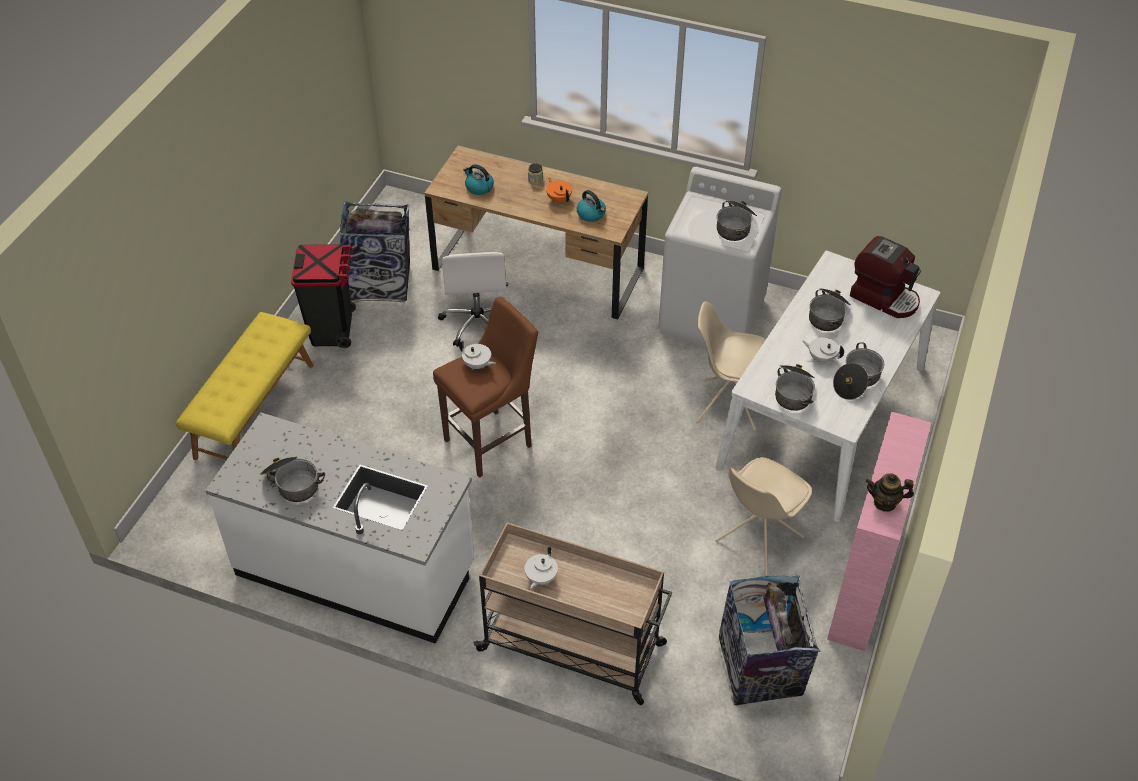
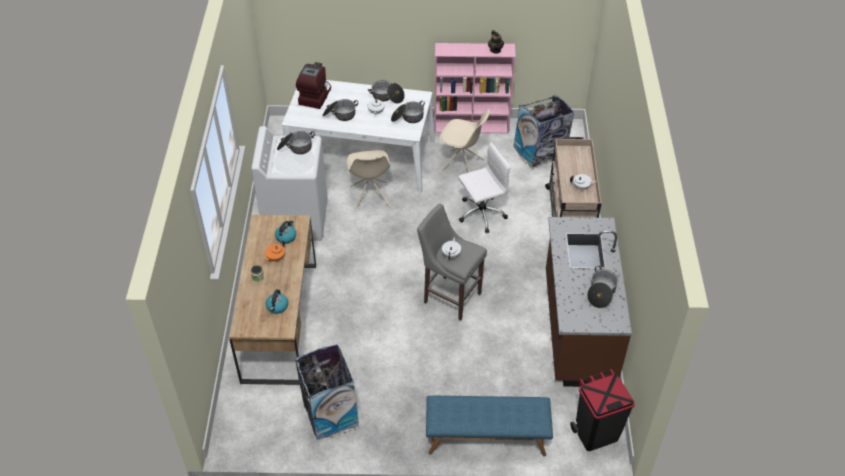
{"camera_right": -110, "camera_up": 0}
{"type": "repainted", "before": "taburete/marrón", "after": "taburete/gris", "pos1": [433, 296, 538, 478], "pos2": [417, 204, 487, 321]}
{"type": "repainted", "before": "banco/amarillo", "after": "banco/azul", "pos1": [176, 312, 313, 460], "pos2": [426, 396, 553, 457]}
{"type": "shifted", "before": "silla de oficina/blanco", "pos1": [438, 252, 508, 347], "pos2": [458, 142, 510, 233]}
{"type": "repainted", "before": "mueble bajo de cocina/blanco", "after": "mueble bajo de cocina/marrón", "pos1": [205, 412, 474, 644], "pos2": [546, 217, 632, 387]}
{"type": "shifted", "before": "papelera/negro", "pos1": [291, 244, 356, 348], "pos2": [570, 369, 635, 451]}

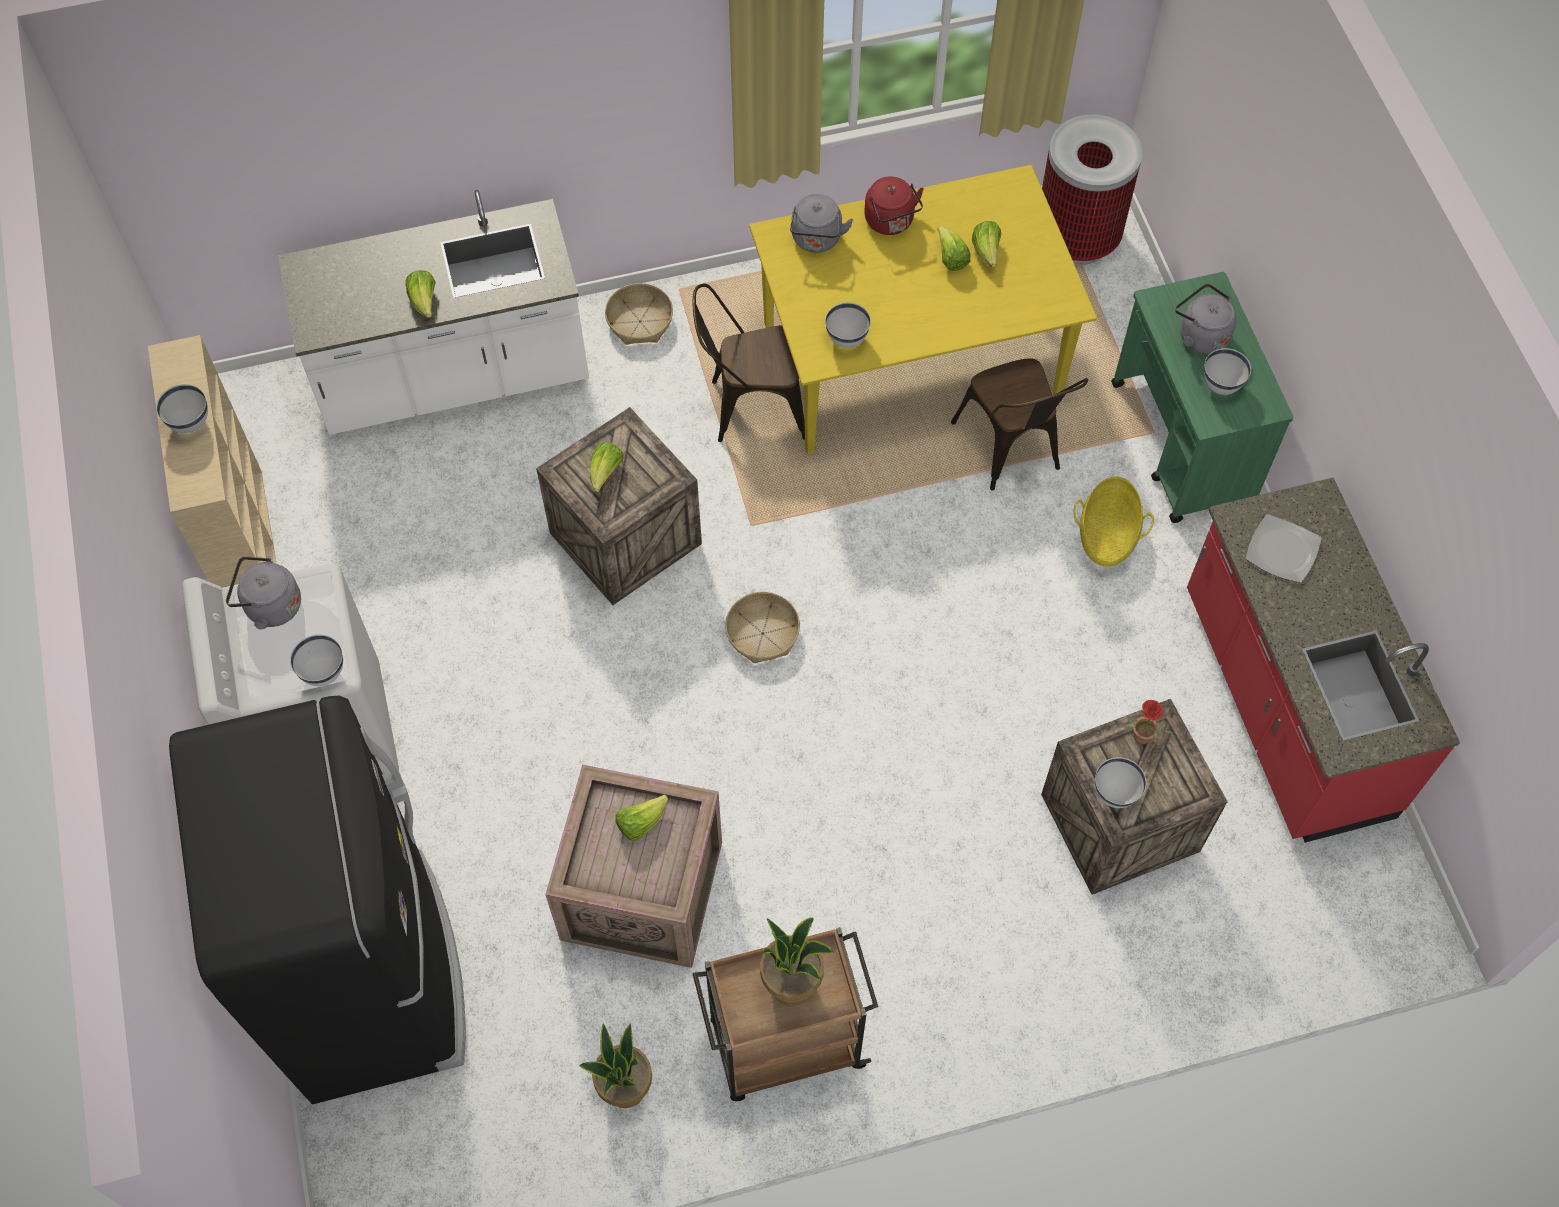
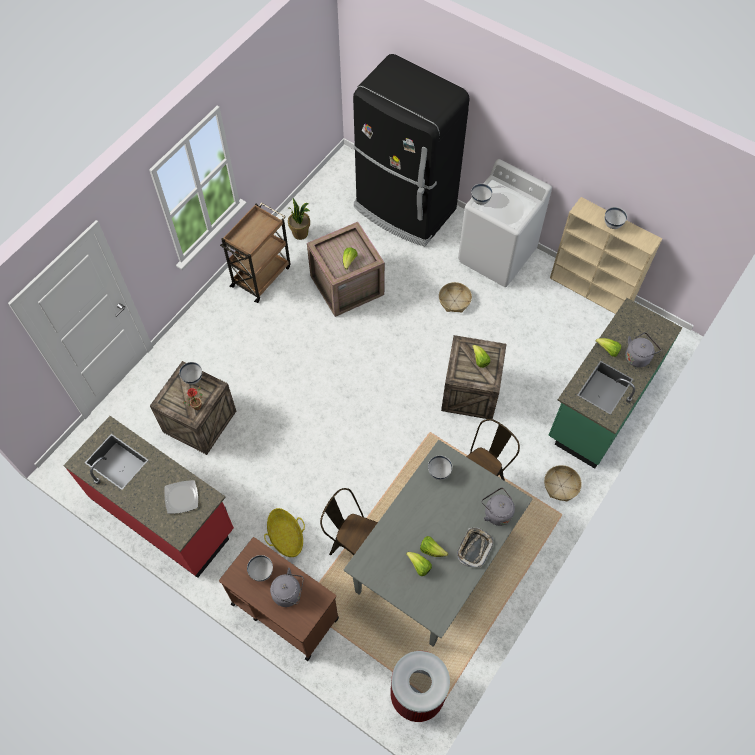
{"camera_right": 140, "camera_up": 0}
{"type": "repainted", "before": "carrito/verde", "after": "carrito/marrón", "pos1": [1111, 272, 1294, 523], "pos2": [219, 537, 339, 661]}
{"type": "repainted", "before": "mesa de comedor/amarillo", "after": "mesa de comedor/gris", "pos1": [749, 165, 1097, 454], "pos2": [344, 440, 532, 647]}
{"type": "shifted", "before": "cesta", "pos1": [725, 592, 800, 663], "pos2": [439, 282, 472, 313]}
{"type": "swapped", "before": "hervidor/rojo", "after": "bandeja", "pos1": [864, 177, 924, 235], "pos2": [457, 528, 493, 568]}
{"type": "repainted", "before": "mueble bajo de cocina/blanco", "after": "mueble bajo de cocina/verde", "pos1": [278, 190, 589, 435], "pos2": [549, 298, 682, 469]}
{"type": "shifted", "before": "hervidor/gris", "pos1": [226, 556, 301, 629], "pos2": [625, 332, 661, 367]}
{"type": "gone", "before": "planta en maceta", "pos1": [760, 918, 834, 1006]}

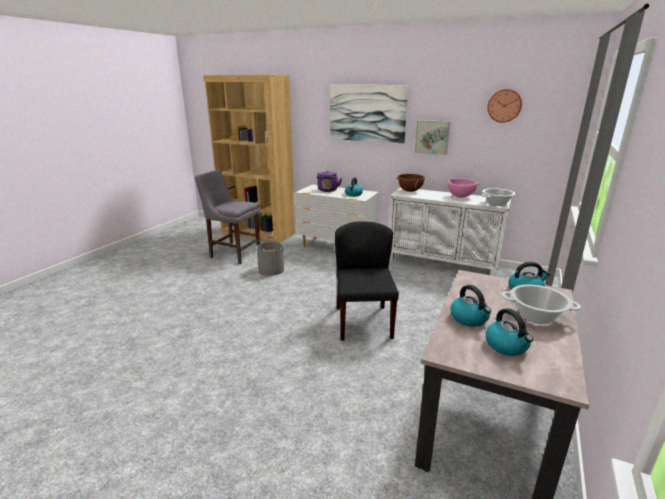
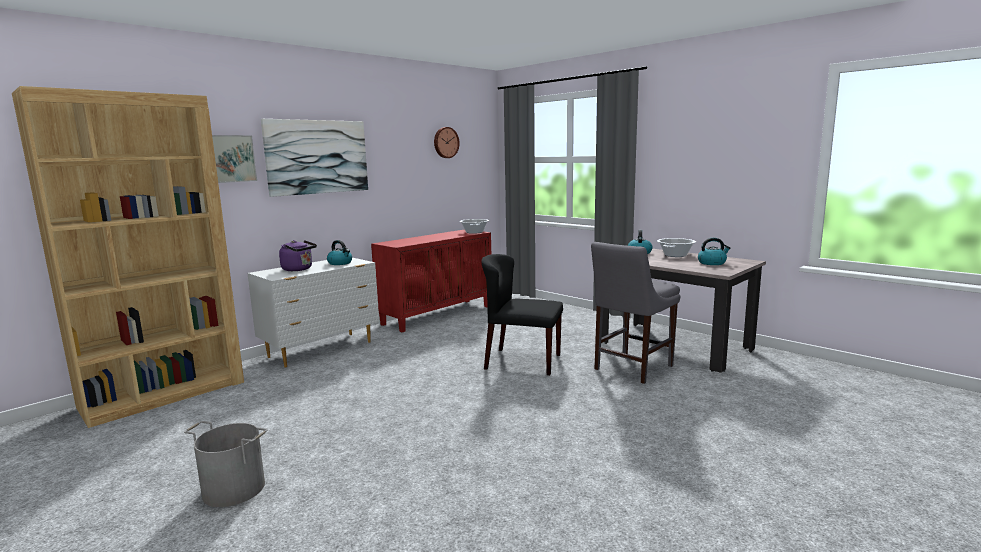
{"camera_right": -70, "camera_up": -10}
{"type": "shifted", "before": "cubo/gris", "pos1": [257, 237, 284, 276], "pos2": [184, 421, 267, 507]}
{"type": "shifted", "before": "cuadro", "pos1": [415, 120, 451, 155], "pos2": [212, 135, 257, 183]}
{"type": "repainted", "before": "armario/blanco", "after": "armario/rojo", "pos1": [388, 187, 511, 276], "pos2": [371, 229, 491, 332]}
{"type": "shifted", "before": "silla/gris", "pos1": [195, 170, 260, 264], "pos2": [591, 242, 680, 384]}
{"type": "gone", "before": "olla/marrón", "pos1": [395, 174, 427, 192]}
{"type": "gone", "before": "olla/rosa", "pos1": [445, 178, 481, 198]}
{"type": "gone", "before": "hervidor", "pos1": [451, 285, 491, 327]}

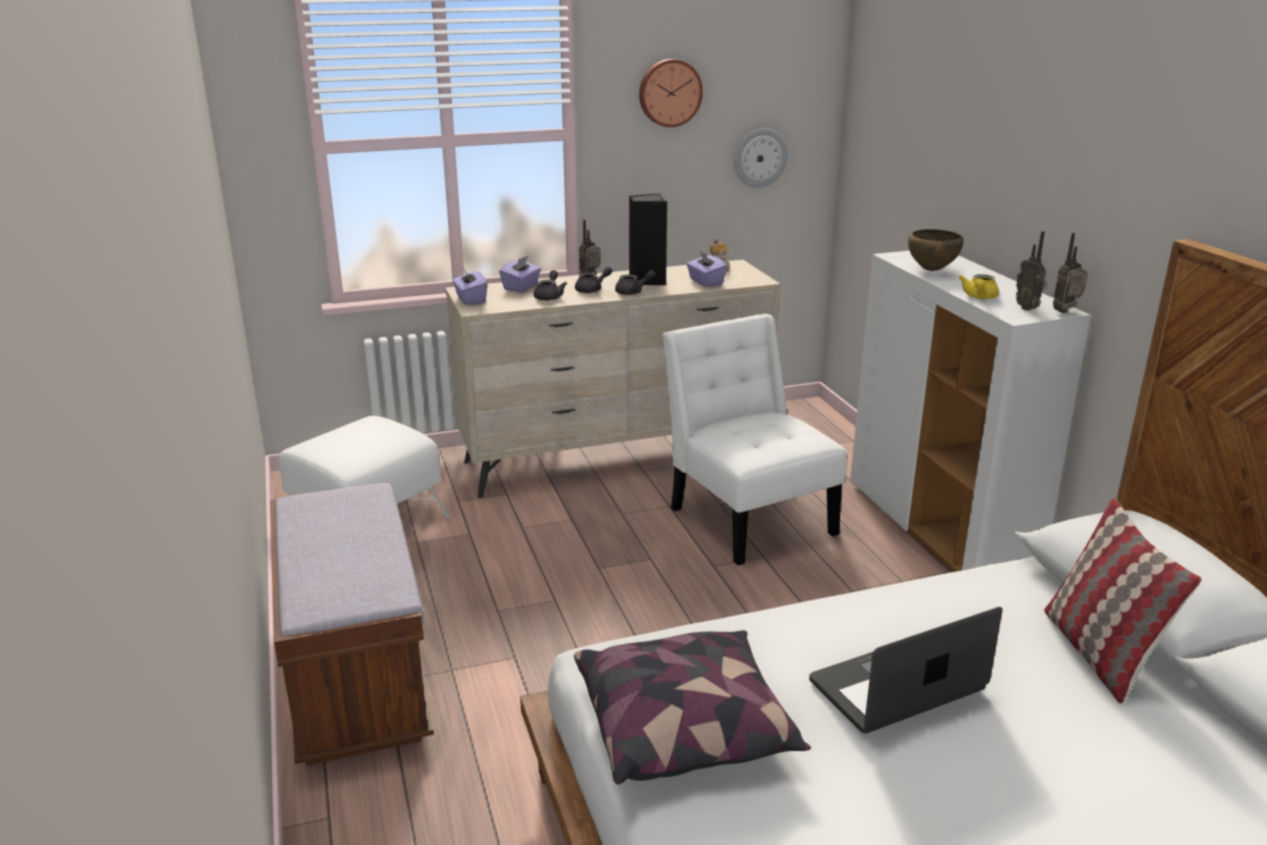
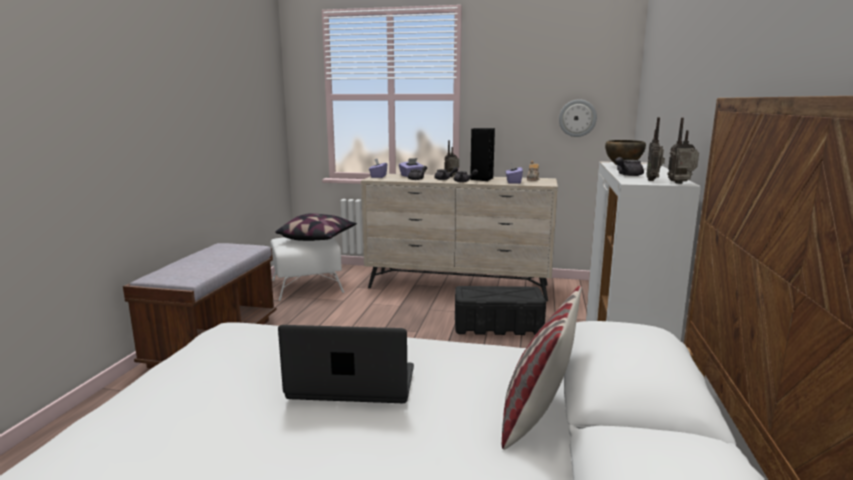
{"camera_right": 30, "camera_up": -10}
{"type": "shifted", "before": "cojín", "pos1": [574, 630, 811, 784], "pos2": [275, 213, 357, 241]}
{"type": "swapped", "before": "silla/blanco", "after": "caja de almacenaje/negro", "pos1": [662, 314, 847, 565], "pos2": [455, 286, 546, 335]}
{"type": "repainted", "before": "tetera/amarillo", "after": "tetera/gris", "pos1": [959, 274, 999, 299], "pos2": [615, 157, 644, 176]}
{"type": "gone", "before": "reloj de pared", "pos1": [639, 59, 703, 127]}

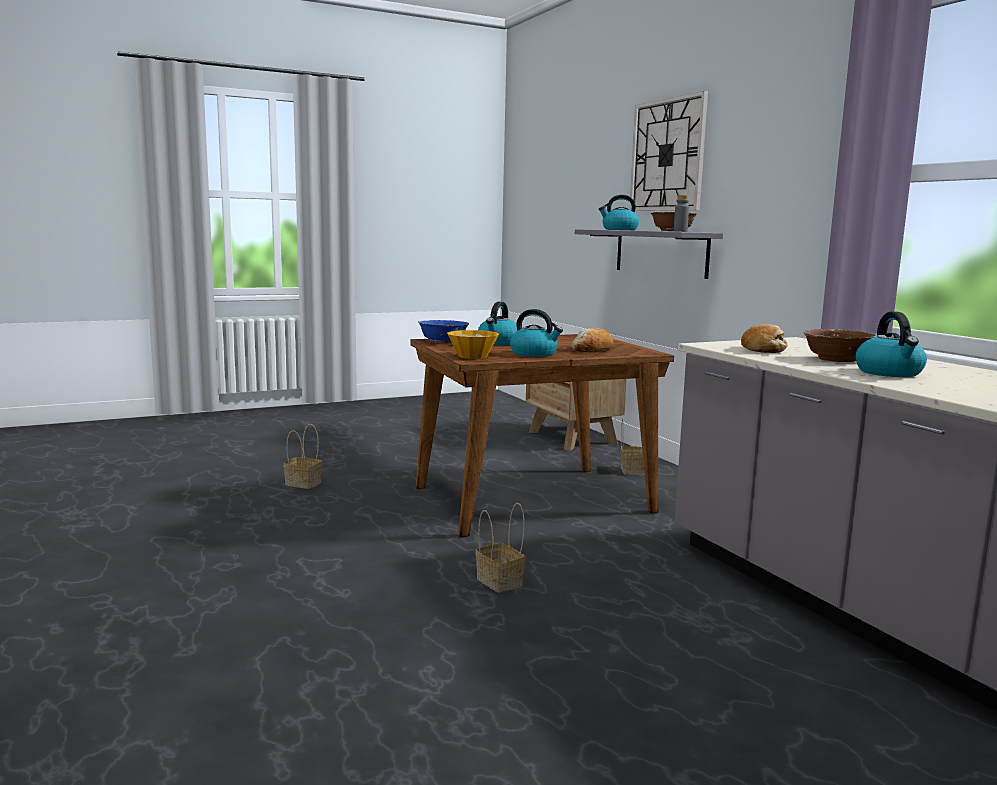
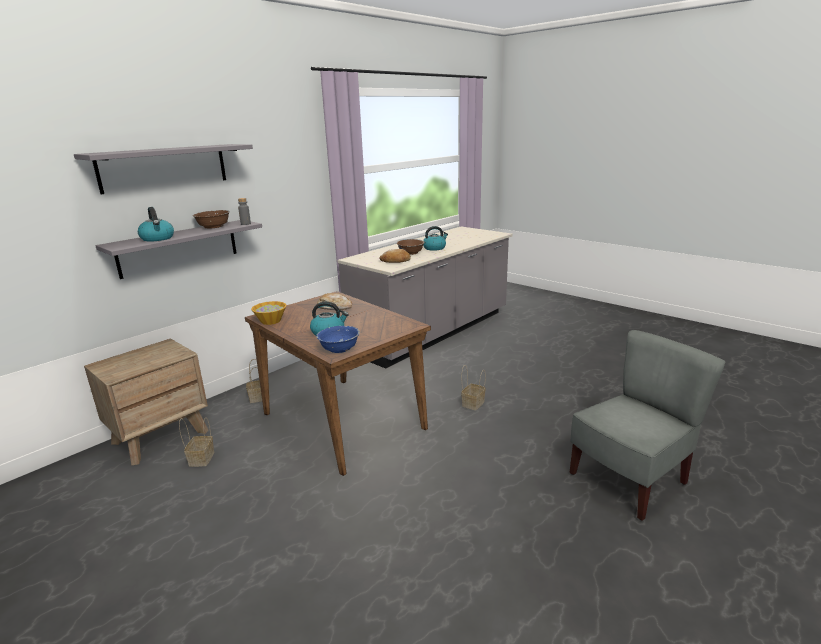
{"camera_right": -110, "camera_up": 10}
{"type": "swapped", "before": "reloj de pared", "after": "estante/gris", "pos1": [629, 91, 708, 211], "pos2": [74, 144, 253, 194]}
{"type": "shifted", "before": "cesta", "pos1": [283, 424, 322, 489], "pos2": [179, 418, 214, 467]}
{"type": "shifted", "before": "cuenco", "pos1": [447, 330, 499, 359], "pos2": [251, 301, 286, 325]}
{"type": "new", "after": "silla/gris", "pos2": [569, 330, 726, 520]}
{"type": "gone", "before": "hervidor", "pos1": [510, 309, 563, 357]}

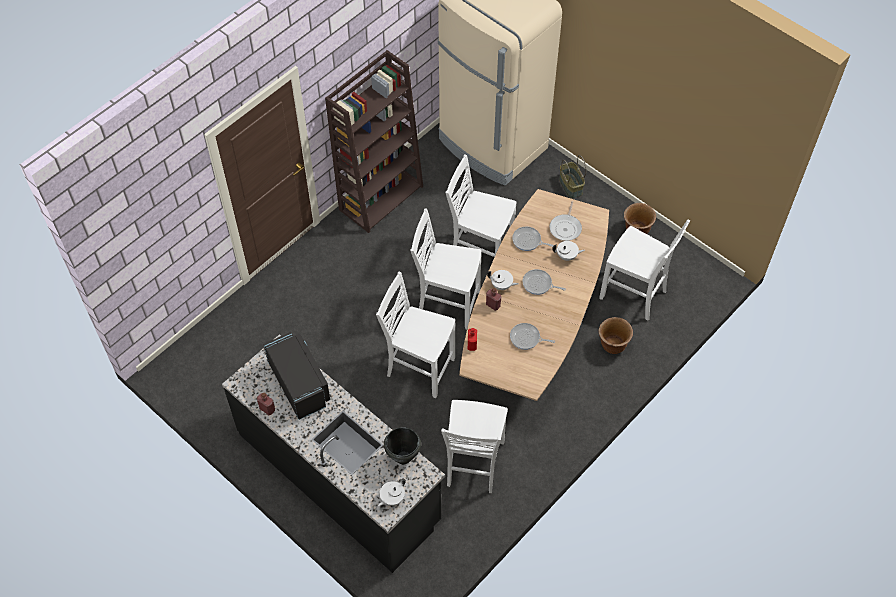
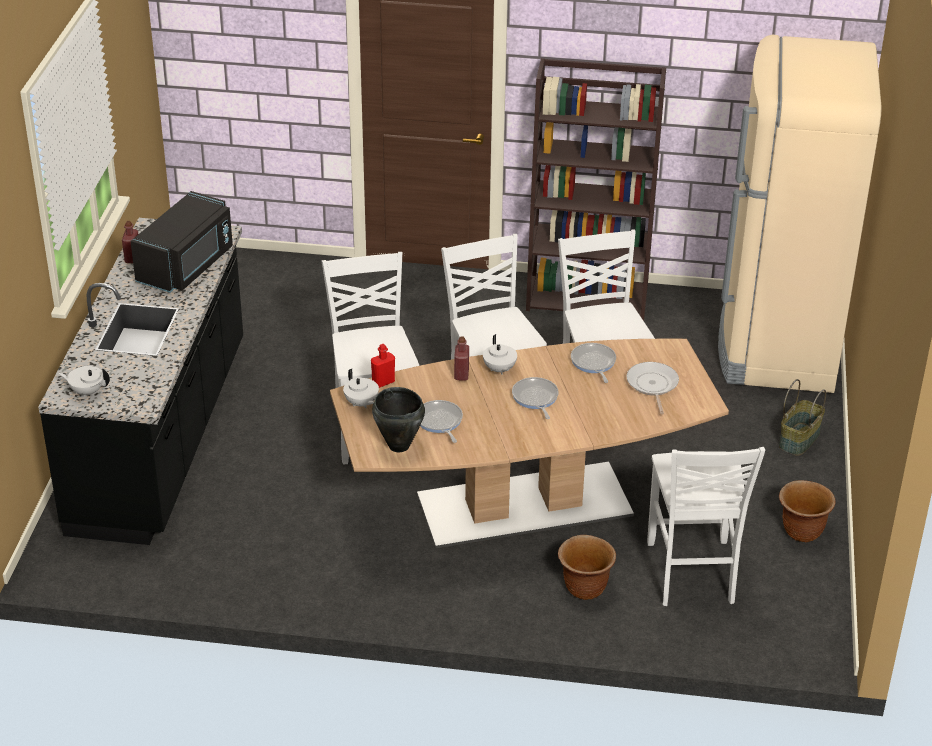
{"camera_right": 55, "camera_up": -20}
{"type": "shifted", "before": "tetera/blanco", "pos1": [552, 241, 585, 261], "pos2": [343, 369, 379, 408]}
{"type": "shifted", "before": "olla/negro", "pos1": [384, 427, 421, 465], "pos2": [372, 387, 425, 452]}
{"type": "rotated", "before": "sartén", "pos1": [549, 201, 582, 241], "pos2": [627, 362, 679, 415], "turn": 105}
{"type": "gone", "before": "silla/blanco", "pos1": [441, 400, 508, 493]}

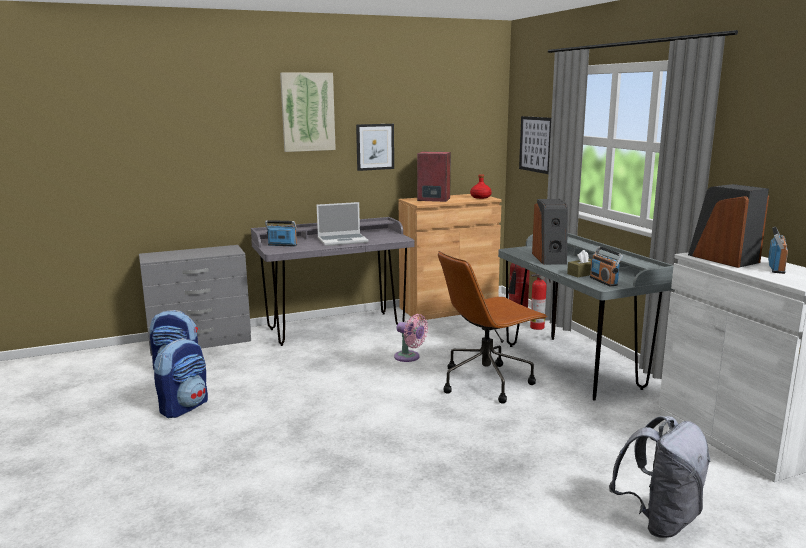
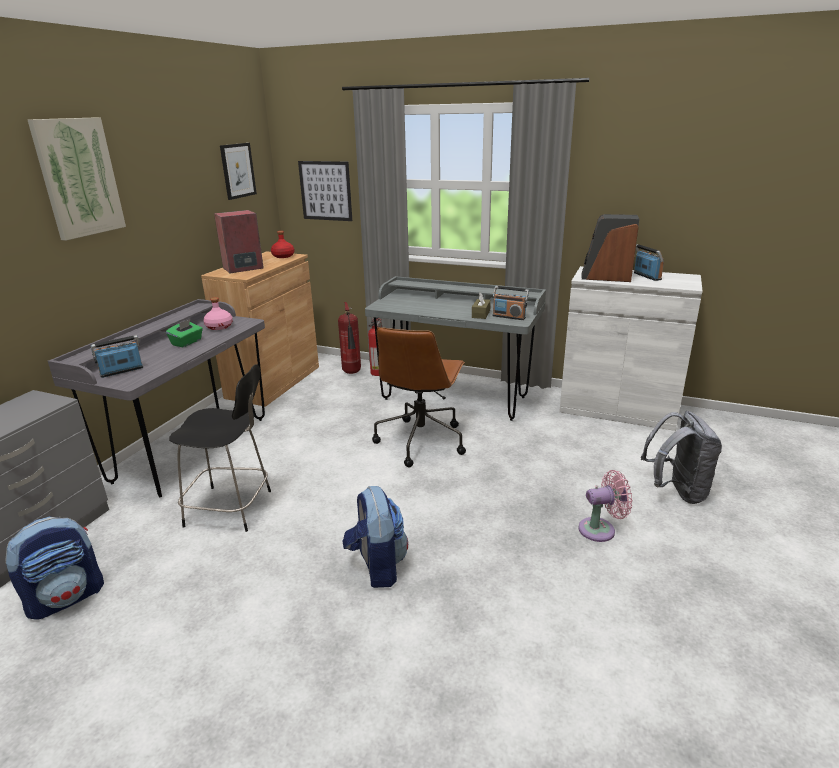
{"camera_right": -45, "camera_up": 10}
{"type": "swapped", "before": "portátil", "after": "caja de pañuelos/verde", "pos1": [317, 202, 368, 246], "pos2": [166, 319, 203, 347]}
{"type": "new", "after": "silla/negro", "pos2": [169, 364, 271, 532]}
{"type": "new", "after": "botella/rosa", "pos2": [203, 297, 233, 330]}
{"type": "shifted", "before": "cuadro", "pos1": [356, 124, 394, 171], "pos2": [220, 143, 257, 200]}
{"type": "shifted", "before": "mochila", "pos1": [153, 338, 208, 418], "pos2": [342, 486, 408, 588]}
{"type": "shifted", "before": "ventilador/rosa", "pos1": [394, 314, 428, 362], "pos2": [578, 470, 633, 542]}
{"type": "gone", "before": "altavoz", "pos1": [532, 199, 568, 265]}

